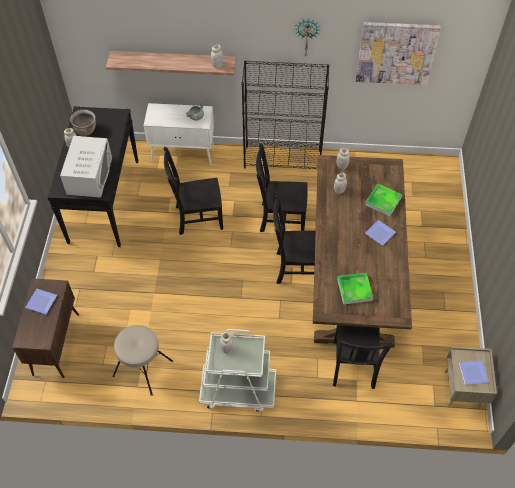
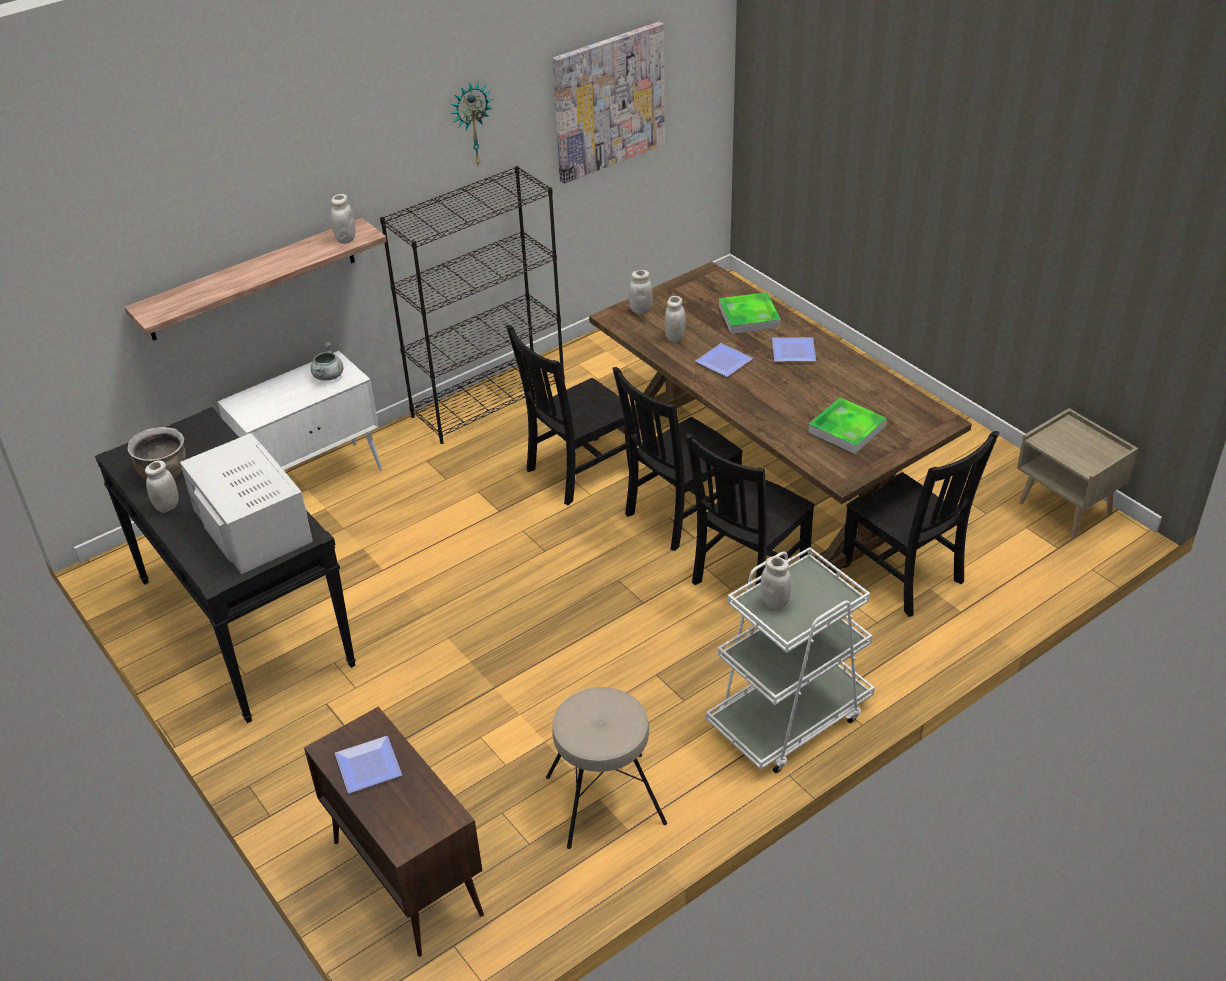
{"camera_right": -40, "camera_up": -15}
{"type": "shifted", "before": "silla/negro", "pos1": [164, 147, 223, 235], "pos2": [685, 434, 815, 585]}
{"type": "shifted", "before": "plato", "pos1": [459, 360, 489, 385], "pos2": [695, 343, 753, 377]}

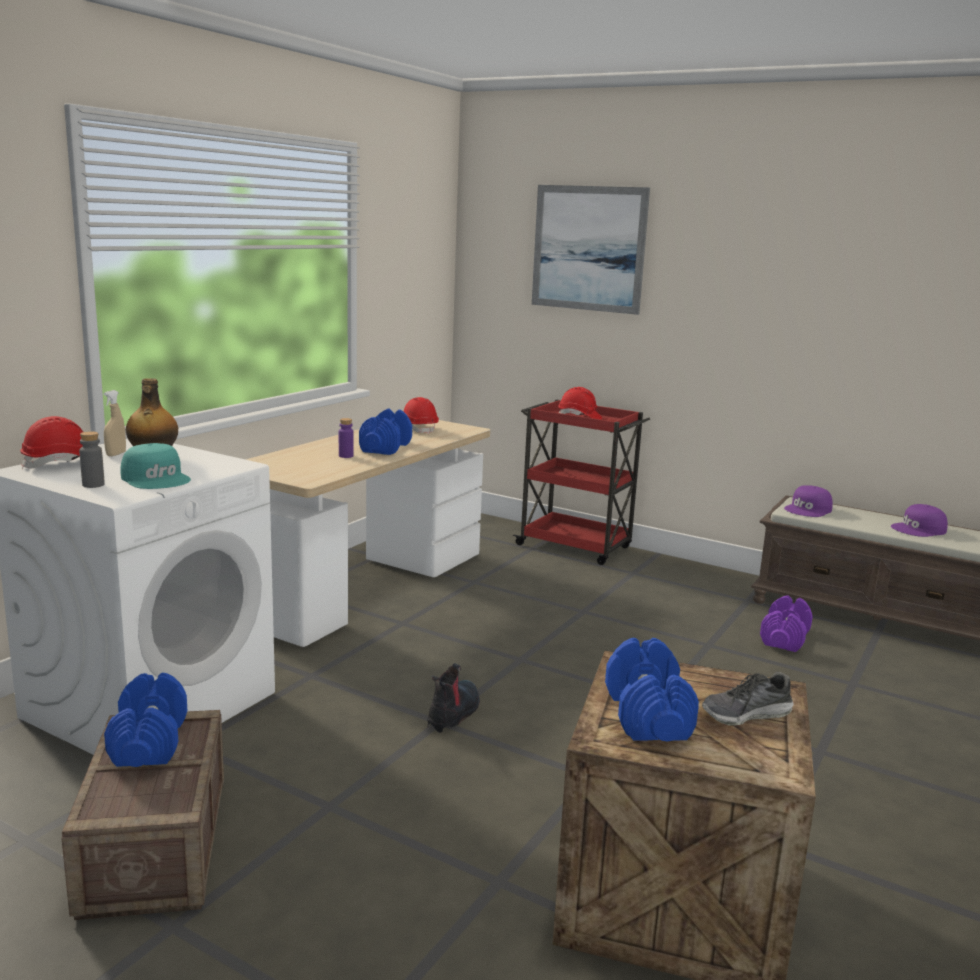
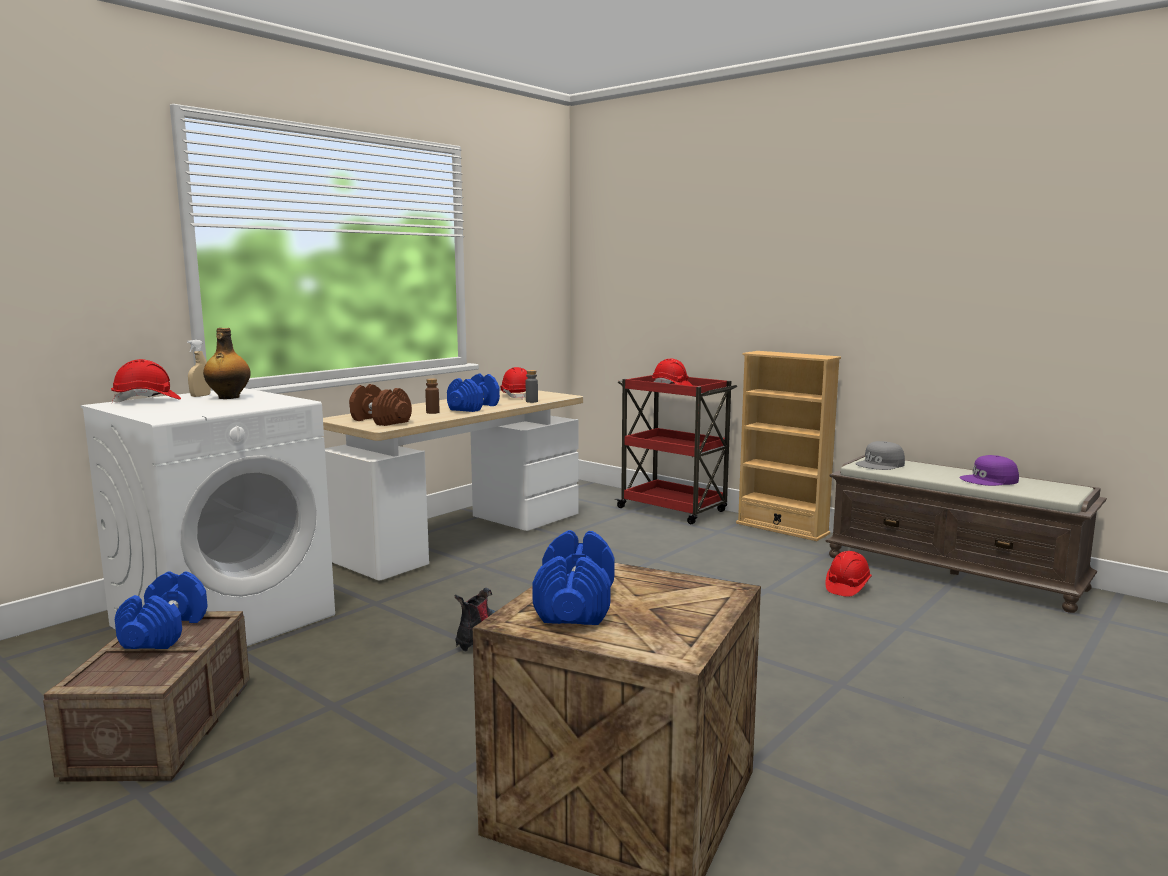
{"camera_right": 10, "camera_up": -5}
{"type": "new", "after": "mancuerna/marrón", "pos2": [349, 384, 412, 426]}
{"type": "repainted", "before": "botella/morado", "after": "botella/marrón", "pos1": [339, 418, 354, 458], "pos2": [425, 378, 440, 414]}
{"type": "shifted", "before": "botella/gris", "pos1": [79, 431, 105, 488], "pos2": [526, 370, 538, 403]}
{"type": "new", "after": "estantería/beis", "pos2": [736, 351, 841, 541]}
{"type": "swapped", "before": "mancuerna/morado", "after": "casco/rojo", "pos1": [760, 595, 813, 652], "pos2": [825, 551, 872, 597]}
{"type": "repainted", "before": "gorra/morado", "after": "gorra/gris", "pos1": [784, 485, 833, 517], "pos2": [855, 441, 905, 470]}
{"type": "gone", "before": "gorra/turquesa", "pos1": [120, 443, 191, 489]}
{"type": "gone", "before": "cuadro", "pos1": [532, 185, 650, 315]}
{"type": "gone", "before": "zapato", "pos1": [702, 672, 794, 726]}

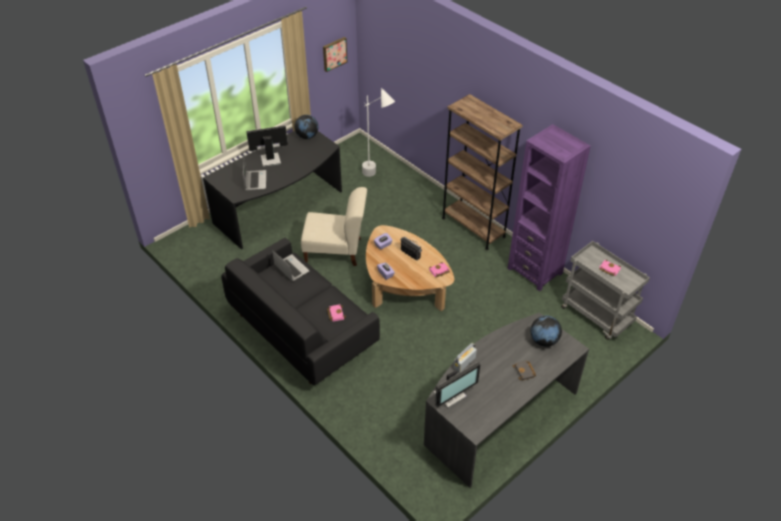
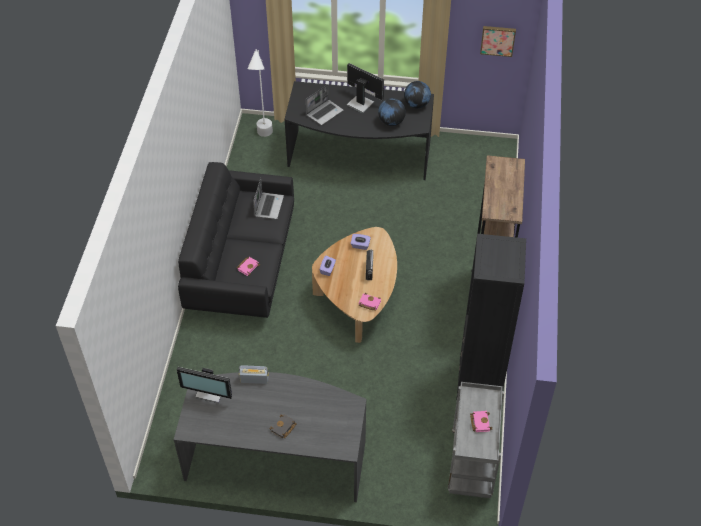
{"camera_right": 50, "camera_up": 5}
{"type": "shifted", "before": "lámpara de pie/blanco", "pos1": [362, 88, 395, 177], "pos2": [247, 49, 273, 137]}
{"type": "shifted", "before": "globo terráqueo", "pos1": [531, 316, 562, 347], "pos2": [378, 98, 406, 126]}
{"type": "repainted", "before": "estantería/morado", "after": "estantería/negro", "pos1": [508, 124, 591, 291], "pos2": [456, 234, 526, 401]}
{"type": "gone", "before": "silla/beis", "pos1": [301, 187, 367, 266]}

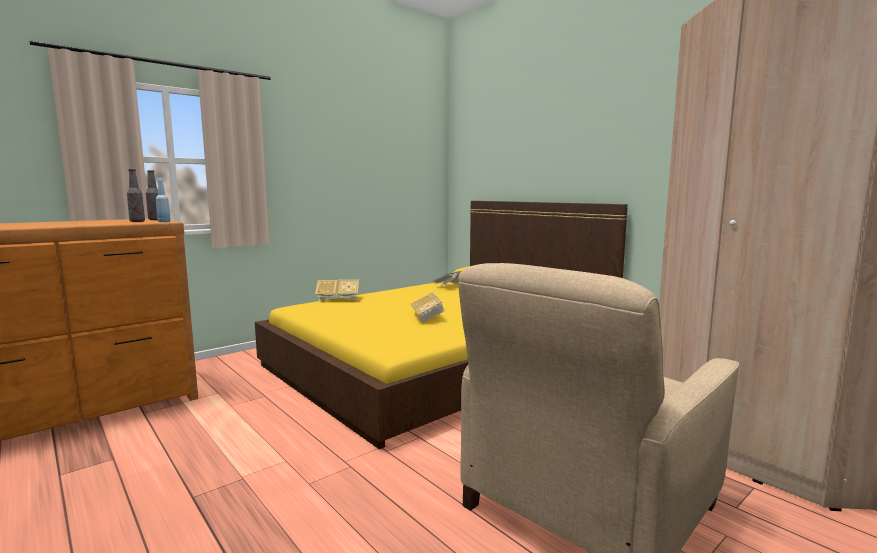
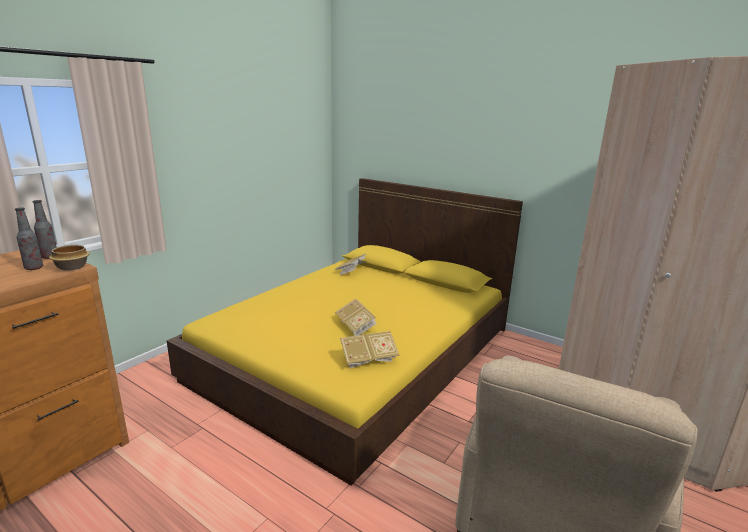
{"camera_right": -15, "camera_up": 10}
{"type": "swapped", "before": "botella/azul", "after": "cuenco", "pos1": [156, 178, 171, 222], "pos2": [49, 245, 90, 271]}
{"type": "shifted", "before": "libro", "pos1": [315, 279, 359, 301], "pos2": [340, 331, 399, 368]}

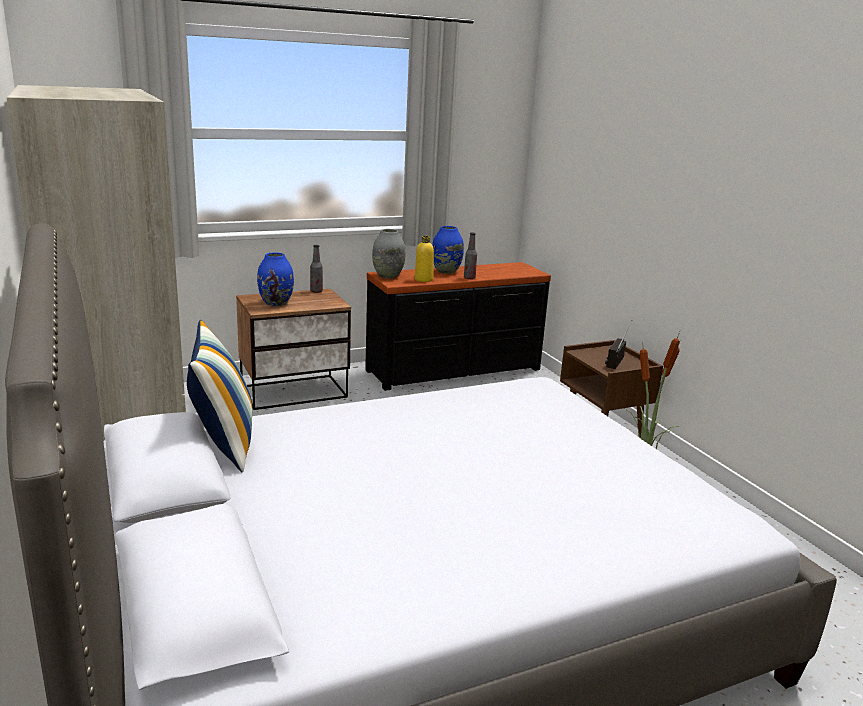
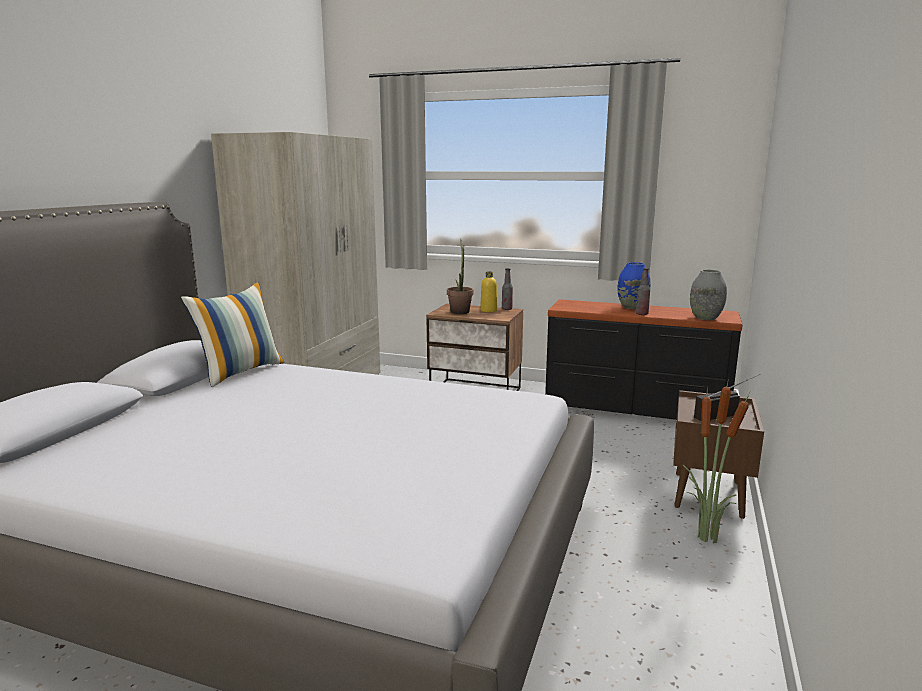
{"camera_right": 45, "camera_up": -5}
{"type": "swapped", "before": "florero/azul", "after": "planta en maceta", "pos1": [257, 252, 294, 306], "pos2": [447, 239, 473, 314]}
{"type": "shifted", "before": "botella/amarillo", "pos1": [414, 236, 434, 282], "pos2": [480, 272, 497, 312]}
{"type": "shifted", "before": "florero/gris", "pos1": [372, 229, 405, 279], "pos2": [690, 270, 727, 320]}

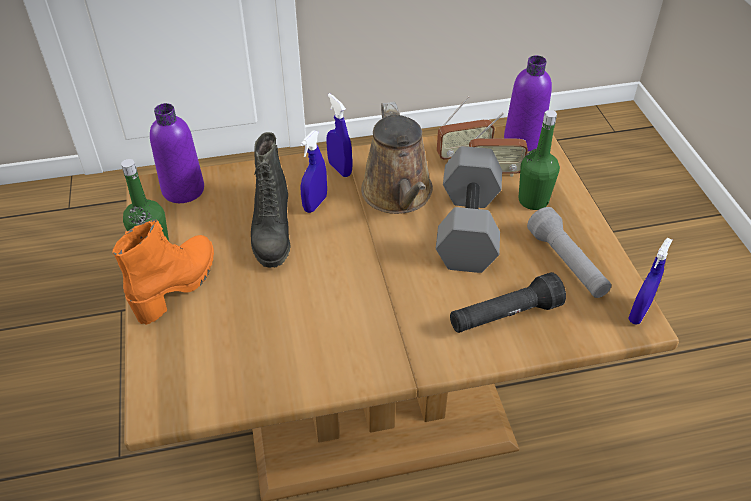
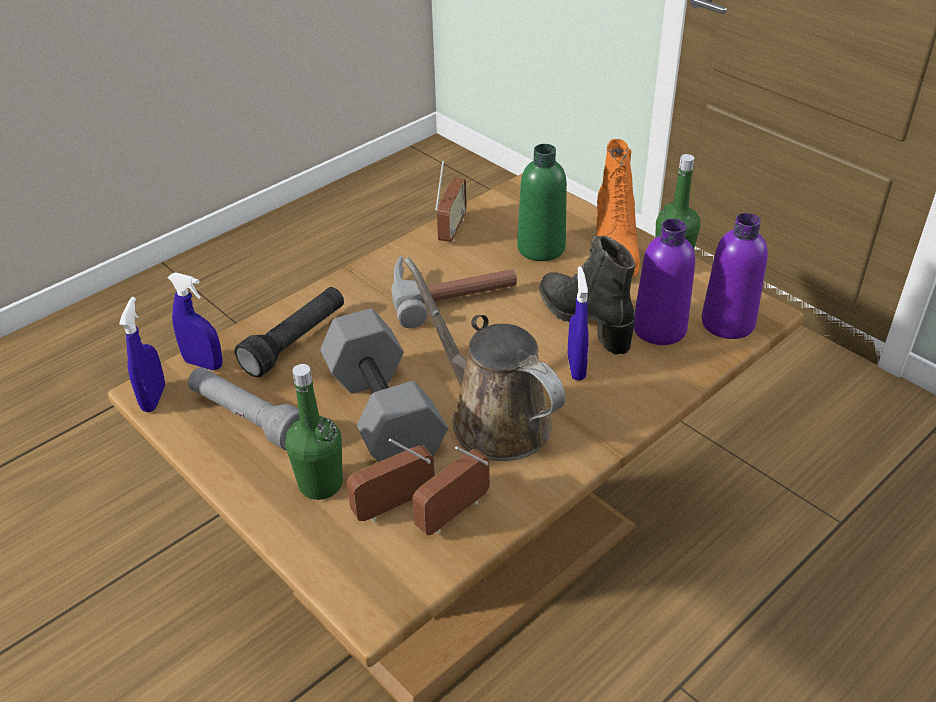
{"camera_right": 150, "camera_up": -5}
{"type": "shifted", "before": "pulverizador/azul", "pos1": [326, 93, 352, 177], "pos2": [167, 272, 223, 370]}
{"type": "new", "after": "martillo", "pos2": [391, 256, 517, 328]}
{"type": "new", "after": "radio", "pos2": [435, 161, 467, 242]}
{"type": "new", "after": "botella/verde", "pos2": [517, 144, 567, 261]}
{"type": "shifted", "before": "botella/morado", "pos1": [504, 55, 552, 152], "pos2": [634, 219, 695, 345]}

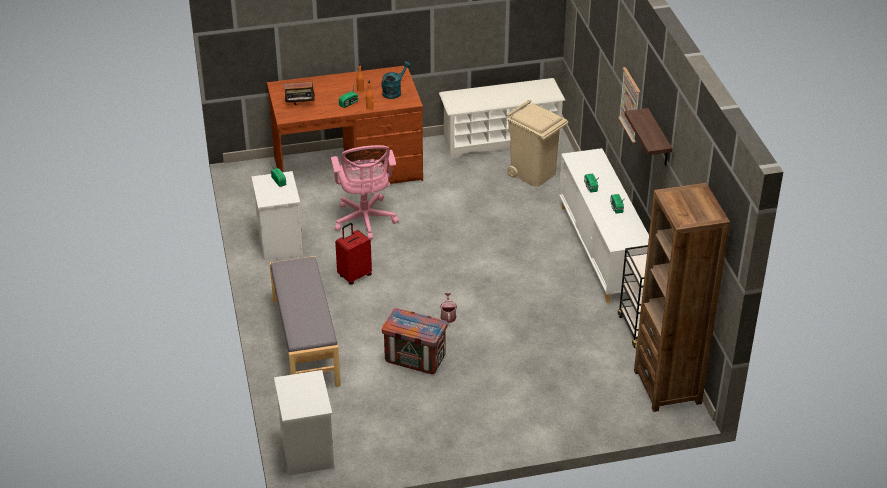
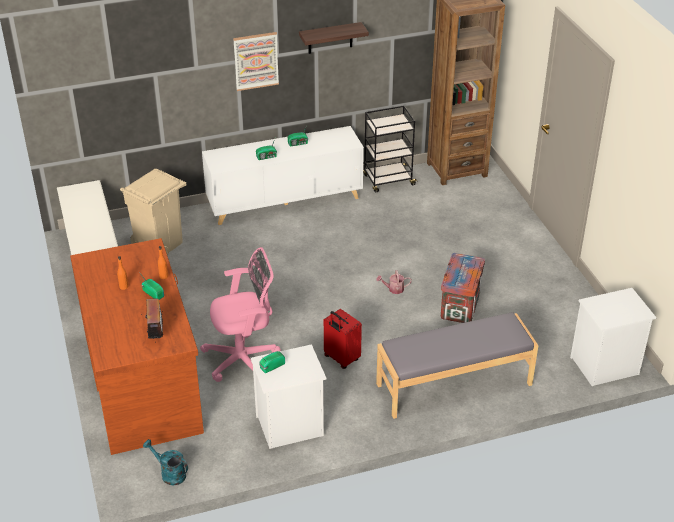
{"camera_right": -95, "camera_up": 0}
{"type": "shifted", "before": "regadera/turquesa", "pos1": [381, 61, 411, 99], "pos2": [143, 439, 188, 485]}

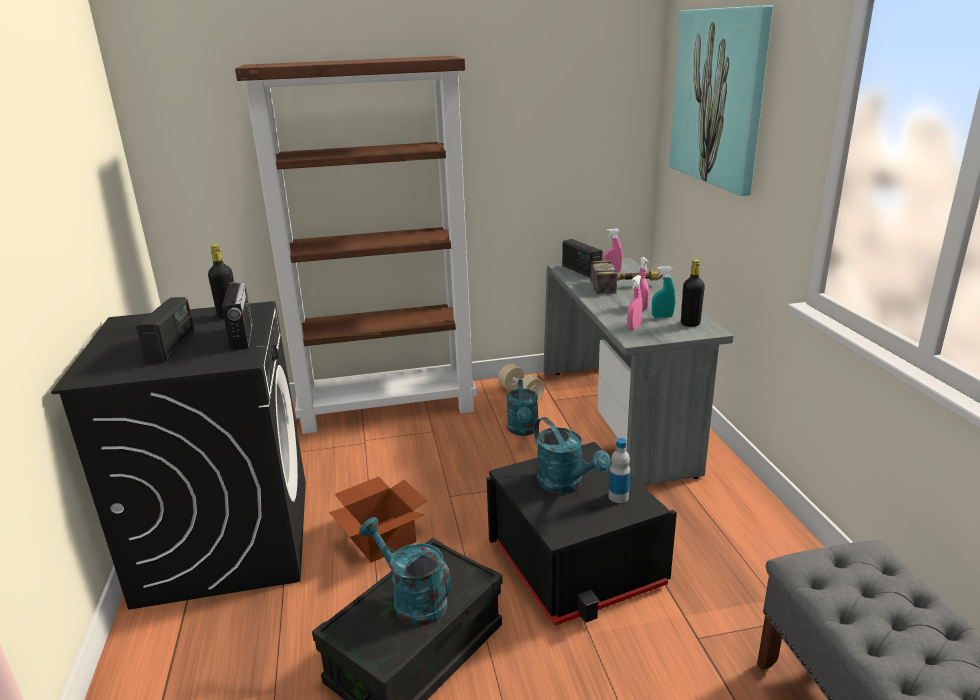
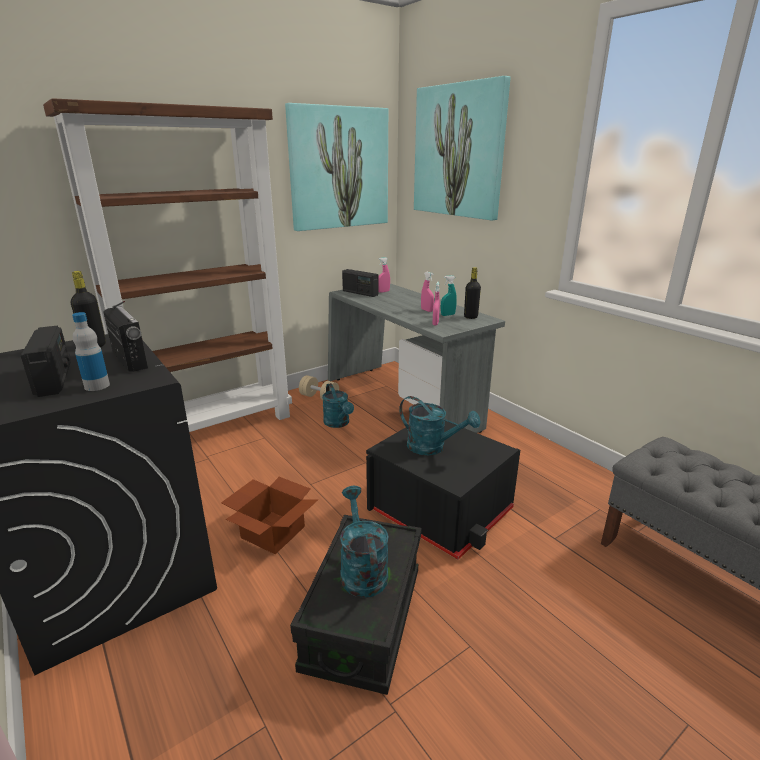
{"camera_right": -25, "camera_up": 0}
{"type": "shifted", "before": "botella", "pos1": [609, 438, 630, 503], "pos2": [72, 312, 110, 391]}
{"type": "new", "after": "cuadro", "pos2": [285, 103, 388, 231]}
{"type": "rotated", "before": "regadera/turquesa", "pos1": [359, 517, 452, 626], "pos2": [340, 486, 389, 598], "turn": 60}
{"type": "gone", "before": "martillo", "pos1": [590, 261, 663, 294]}

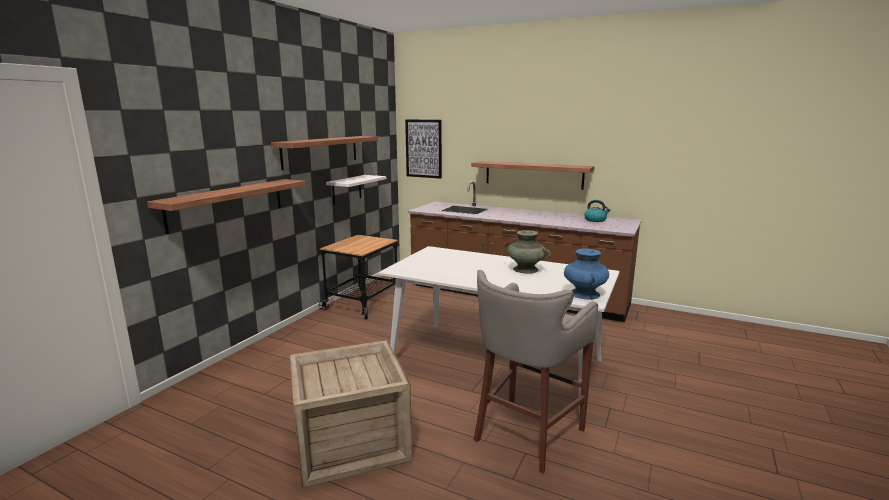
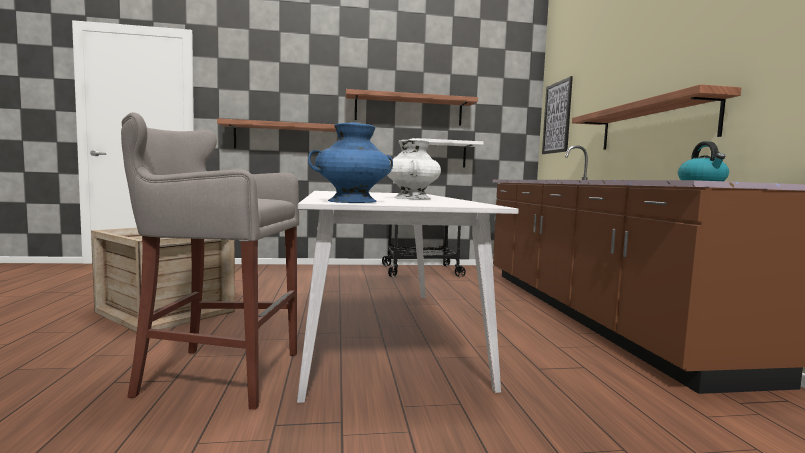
{"camera_right": 55, "camera_up": -10}
{"type": "repainted", "before": "florero/turquesa", "after": "florero/blanco", "pos1": [504, 230, 551, 274], "pos2": [387, 138, 441, 199]}

